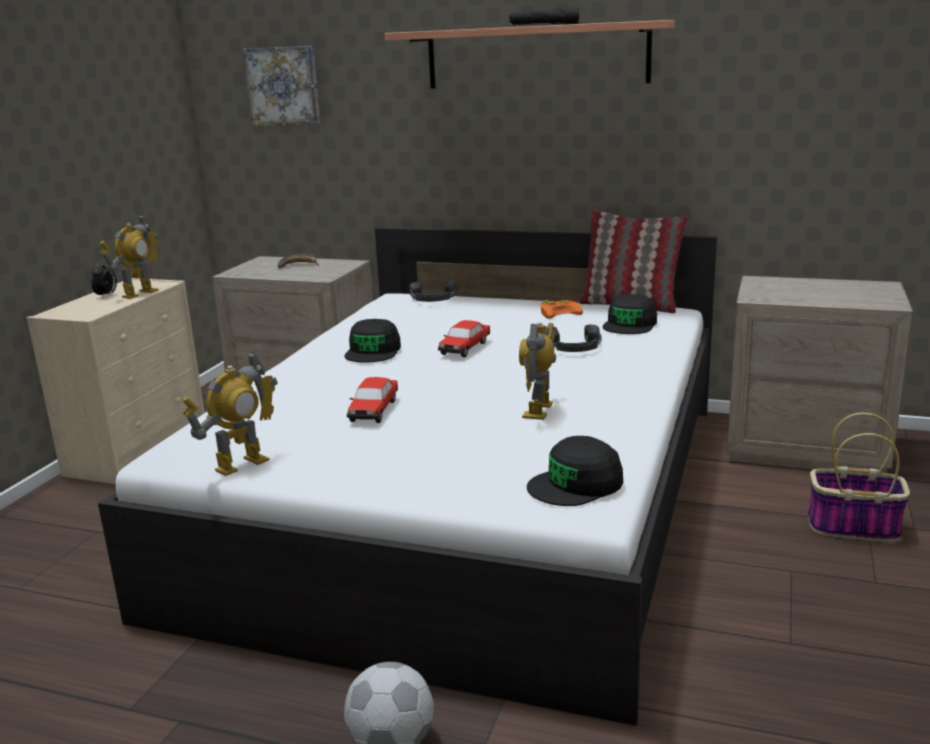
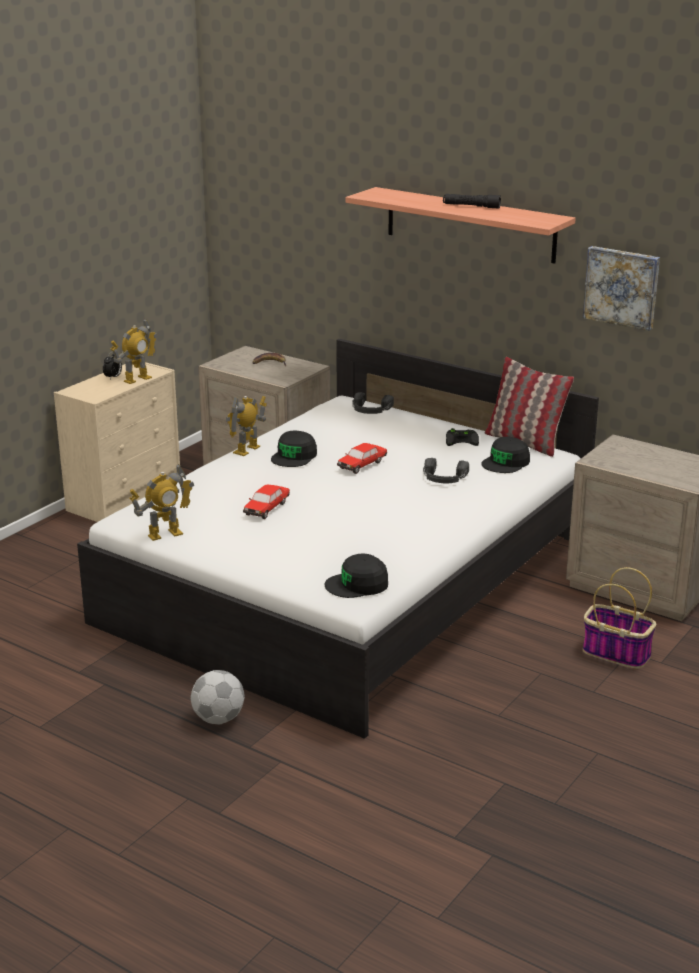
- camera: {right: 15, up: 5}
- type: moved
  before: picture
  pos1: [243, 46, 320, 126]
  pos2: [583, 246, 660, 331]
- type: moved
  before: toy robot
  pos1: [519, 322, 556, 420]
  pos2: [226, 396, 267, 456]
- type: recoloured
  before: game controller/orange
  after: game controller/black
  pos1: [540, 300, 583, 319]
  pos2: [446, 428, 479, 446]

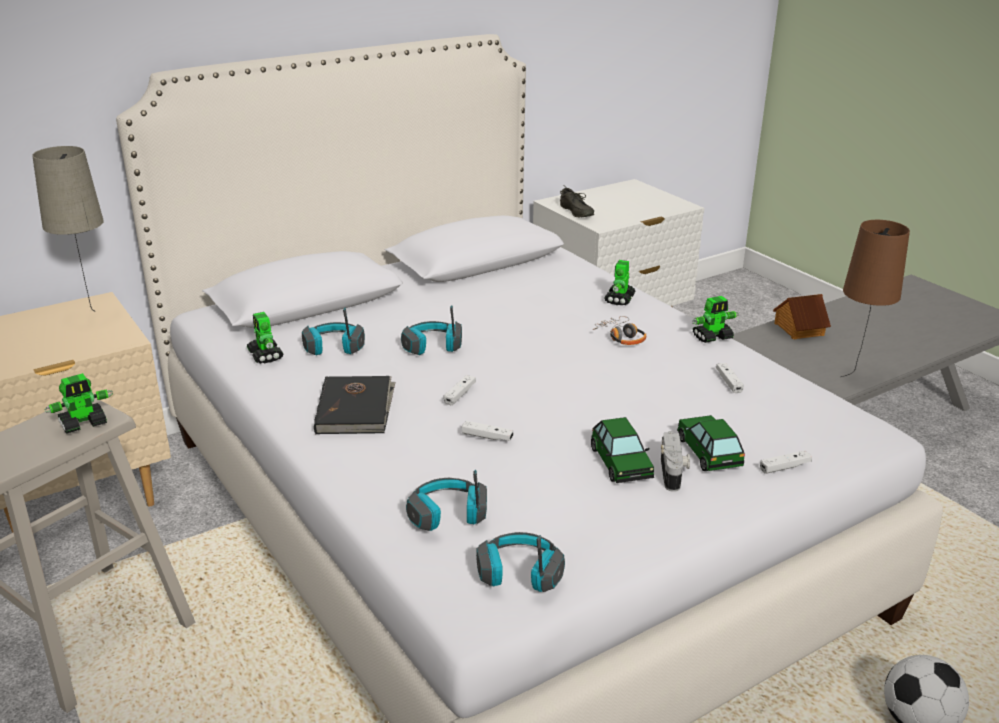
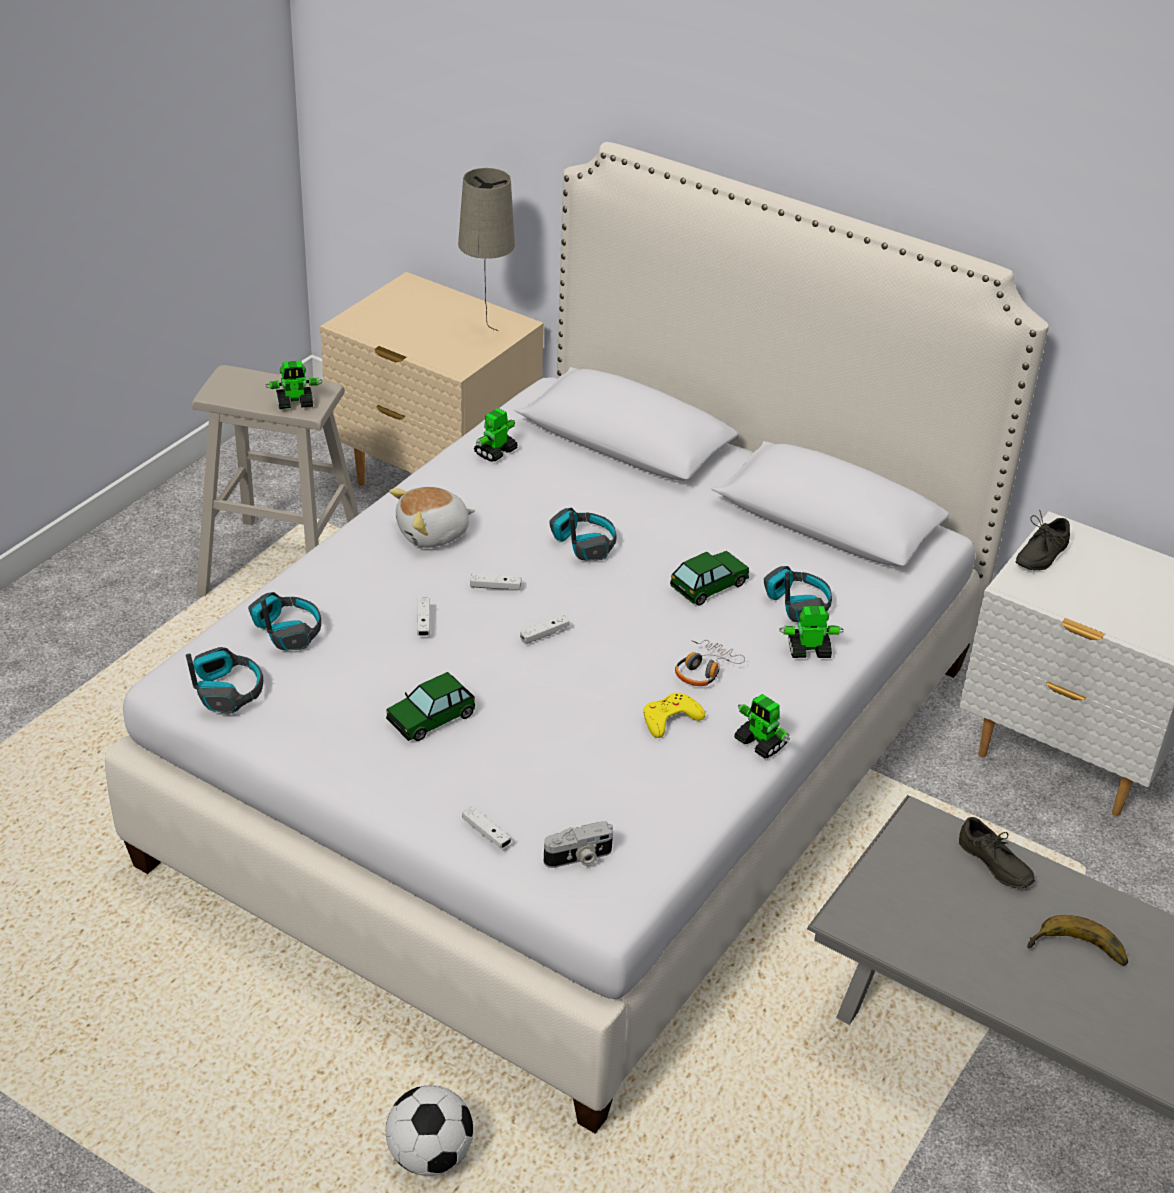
- camera: {right: 65, up: 10}
- type: removed
  before: table lamp/brown
  pos1: [841, 220, 910, 377]
- type: added
  after: game controller/yellow
  pos2: [643, 693, 705, 738]
- type: added
  after: banana
  pos2: [1027, 915, 1128, 966]
- type: moved
  before: headphones
  pos1: [302, 308, 365, 355]
  pos2: [764, 566, 832, 623]
- type: moved
  before: photo camera
  pos1: [661, 431, 690, 492]
  pos2: [544, 821, 613, 868]
- type: moved
  before: toy car
  pos1: [677, 415, 745, 471]
  pos2: [670, 551, 749, 606]
- type: moved
  before: game controller/white
  pos1: [716, 363, 744, 393]
  pos2: [520, 615, 570, 644]
- type: replaced
  before: book/black
  after: plush toy
  pos1: [314, 376, 395, 434]
  pos2: [390, 487, 475, 548]
- type: replaced
  before: toy house
  after: shoe/grey
  pos1: [773, 294, 831, 339]
  pos2: [959, 817, 1035, 889]
- type: turned
  before: toy robot
  pos1: [45, 373, 113, 434]
  pos2: [265, 361, 323, 409]
  turn: -45

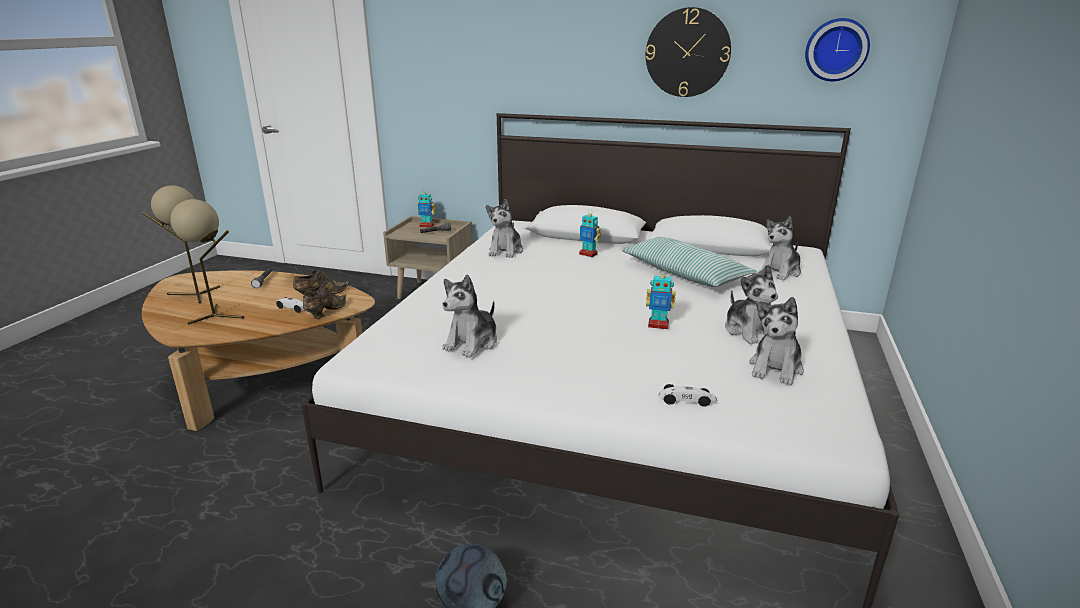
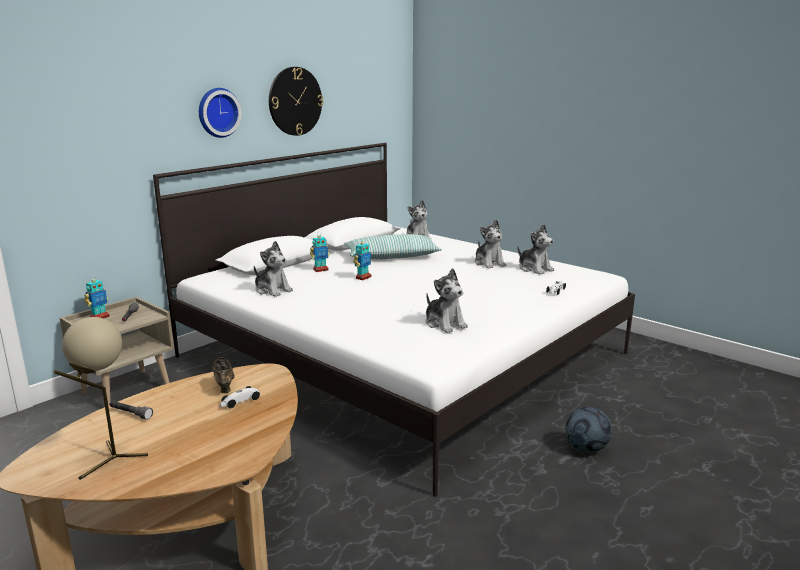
- camera: {right: -65, up: -5}
- type: removed
  before: table lamp/beige
  pos1: [170, 199, 244, 325]
- type: removed
  before: shoe/brown
  pos1: [303, 285, 346, 319]
- type: moved
  before: toy robot
  pos1: [646, 273, 676, 329]
  pos2: [353, 242, 371, 280]
- type: moved
  before: wall clock
  pos1: [805, 18, 870, 81]
  pos2: [199, 88, 241, 138]
- type: turned
  before: plush toy
  pos1: [725, 265, 778, 344]
  pos2: [475, 220, 506, 268]
  turn: 60

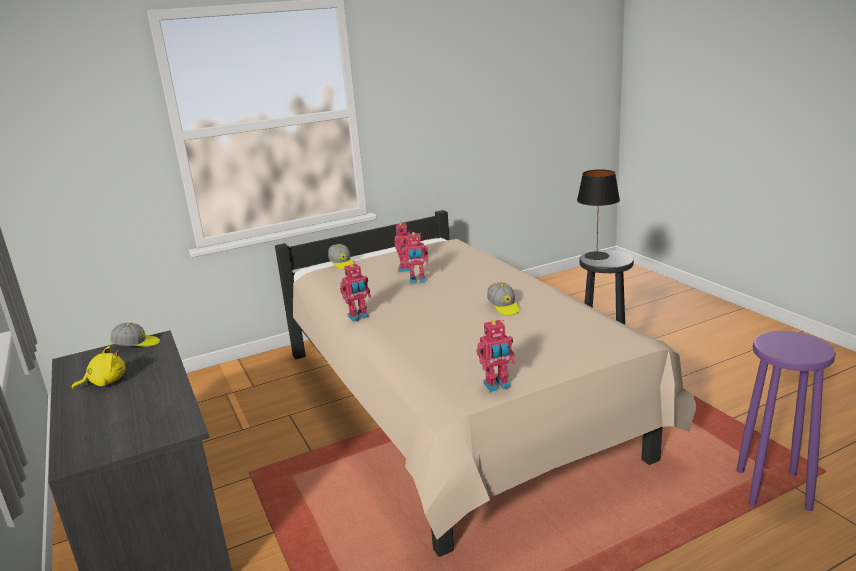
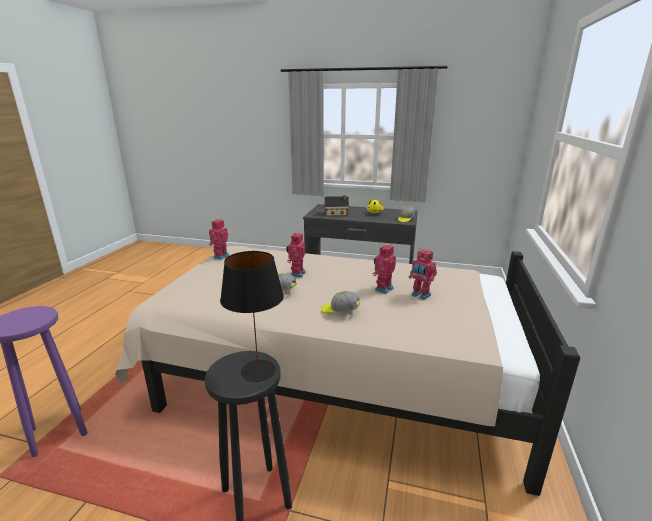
- camera: {right: 130, up: 0}
- type: added
  after: toy house
  pos2: [324, 195, 349, 216]
- type: moved
  before: cap
  pos1: [328, 244, 353, 270]
  pos2: [321, 291, 360, 313]
- type: moved
  before: toy robot
  pos1: [340, 263, 371, 321]
  pos2: [286, 231, 306, 277]

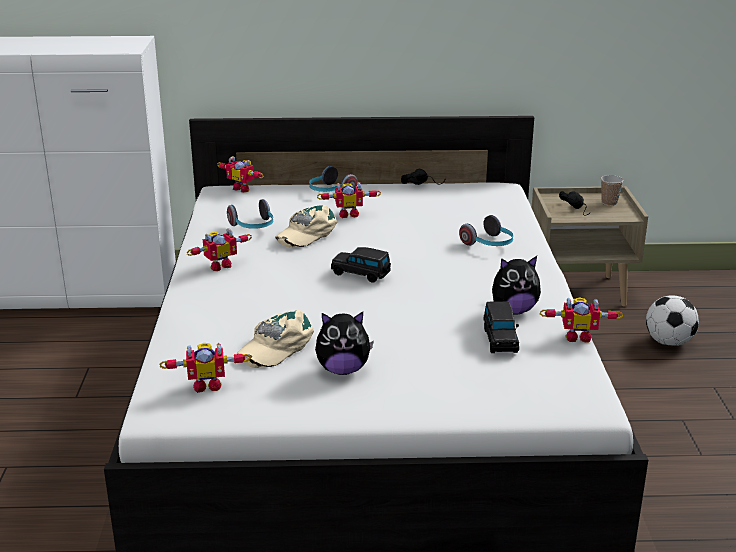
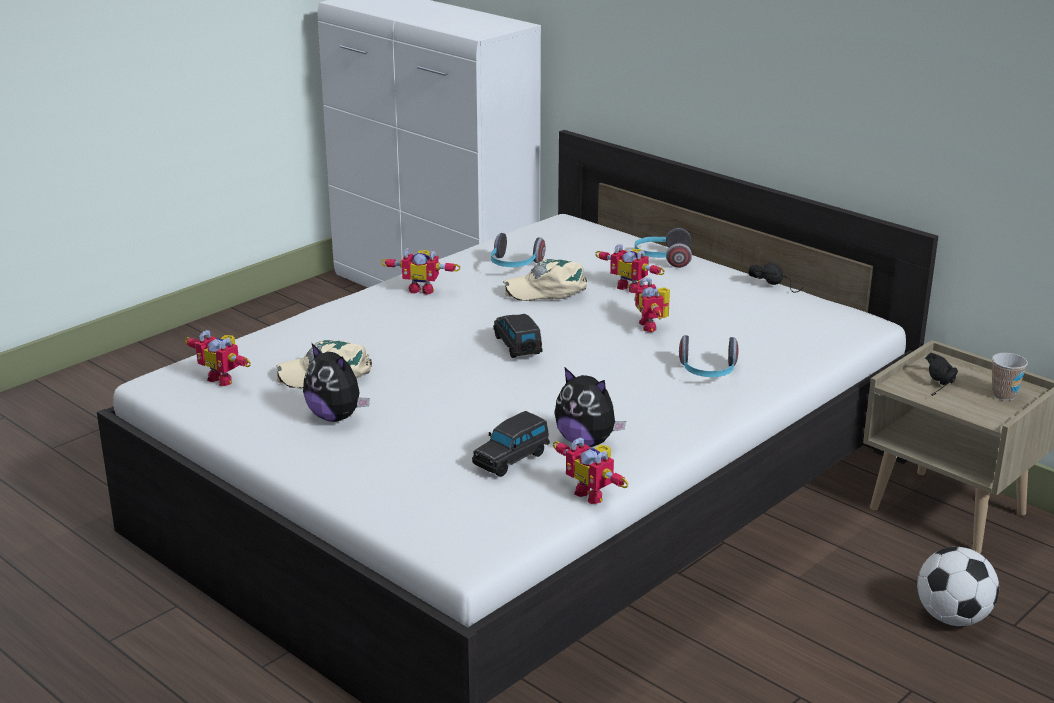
- camera: {right: 45, up: 0}
- type: moved
  before: toy robot
  pos1: [217, 156, 263, 193]
  pos2: [635, 277, 670, 332]

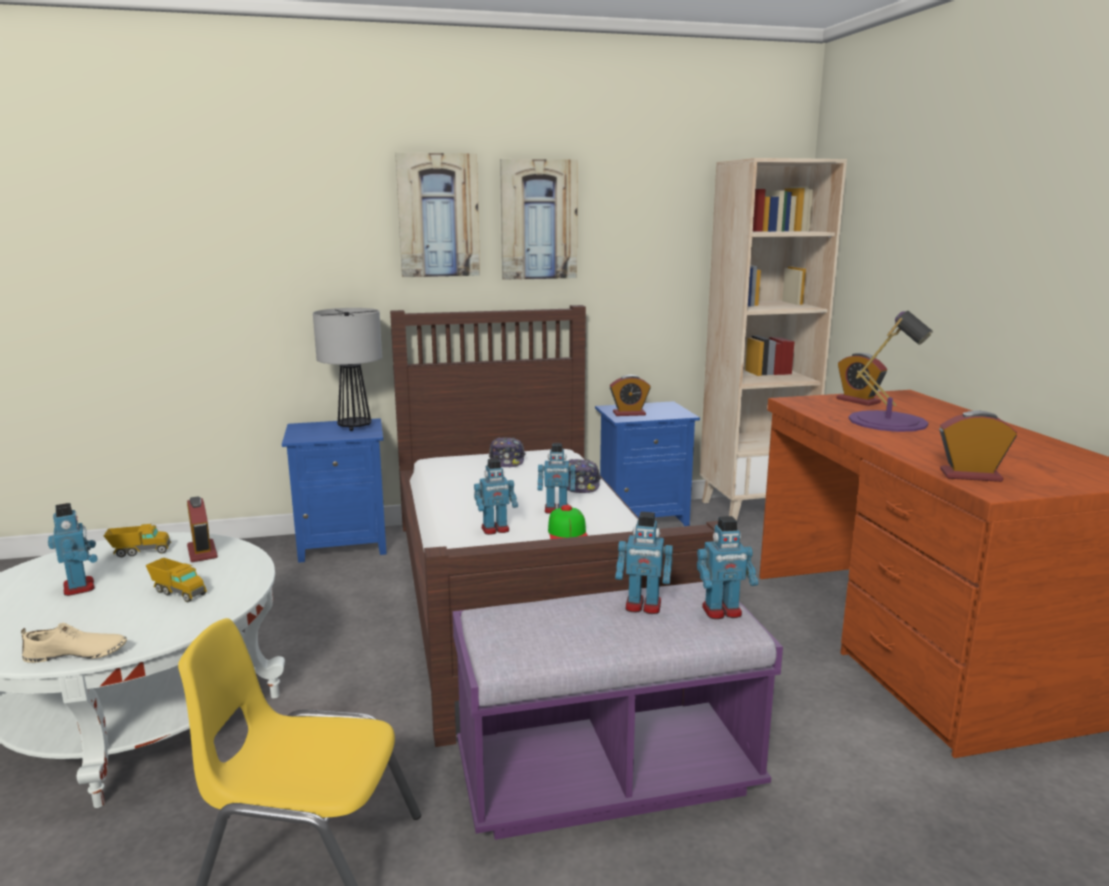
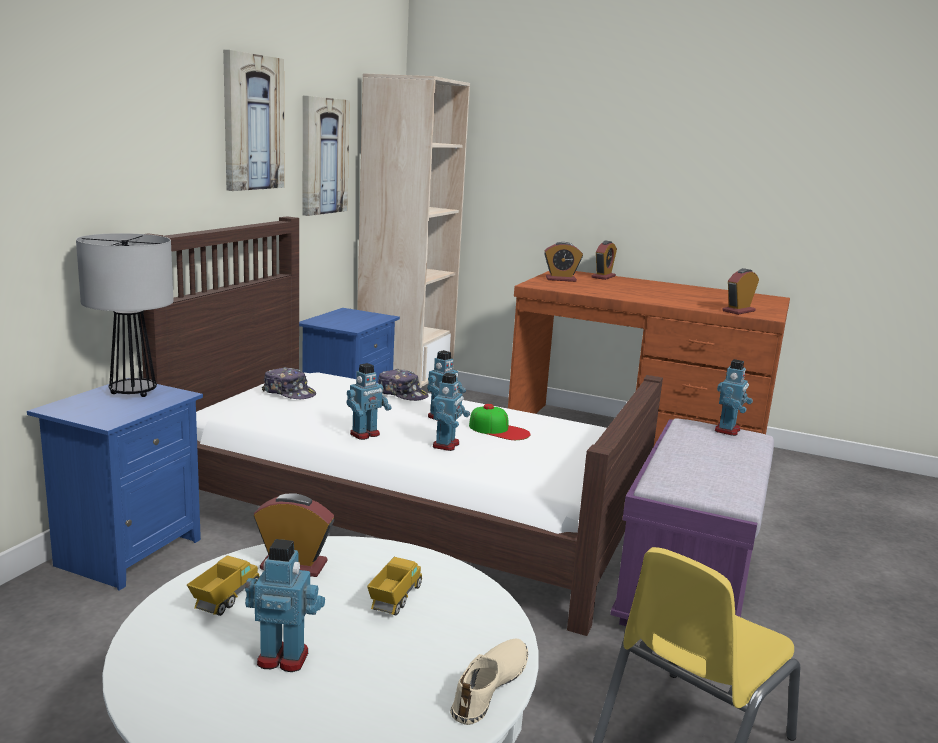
- camera: {right: -55, up: 0}
- type: removed
  before: table lamp/purple
  pos1: [848, 311, 933, 432]
- type: moved
  before: picture
  pos1: [395, 153, 480, 277]
  pos2: [302, 96, 350, 216]
- type: moved
  before: alarm clock
  pos1: [610, 375, 650, 416]
  pos2: [592, 241, 617, 280]
- type: moved
  before: toy robot
  pos1: [615, 512, 673, 614]
  pos2: [346, 363, 392, 440]
- type: turned
  before: toy truck
  pos1: [146, 558, 207, 602]
  pos2: [367, 557, 422, 616]
  turn: -45

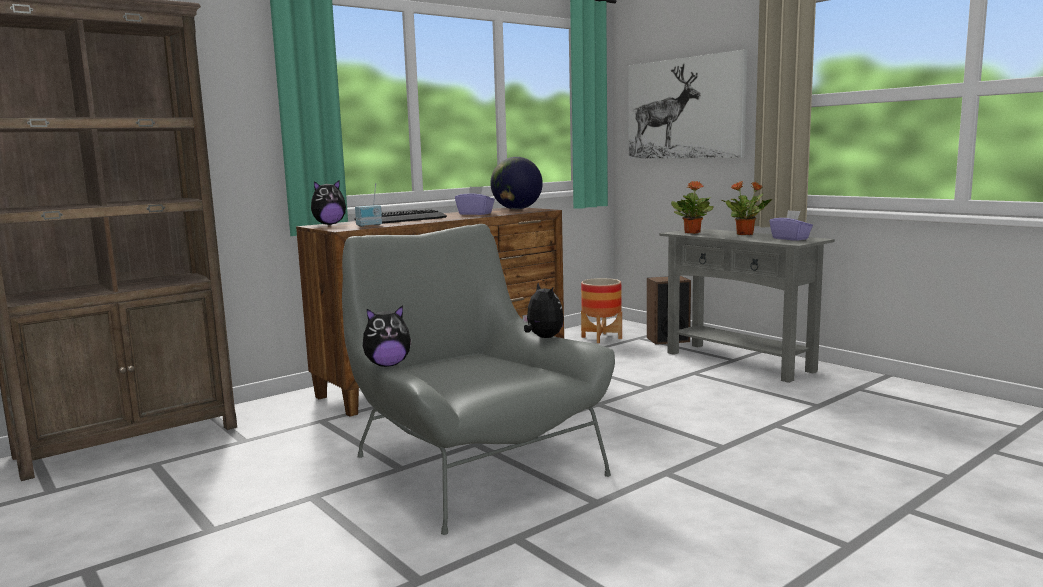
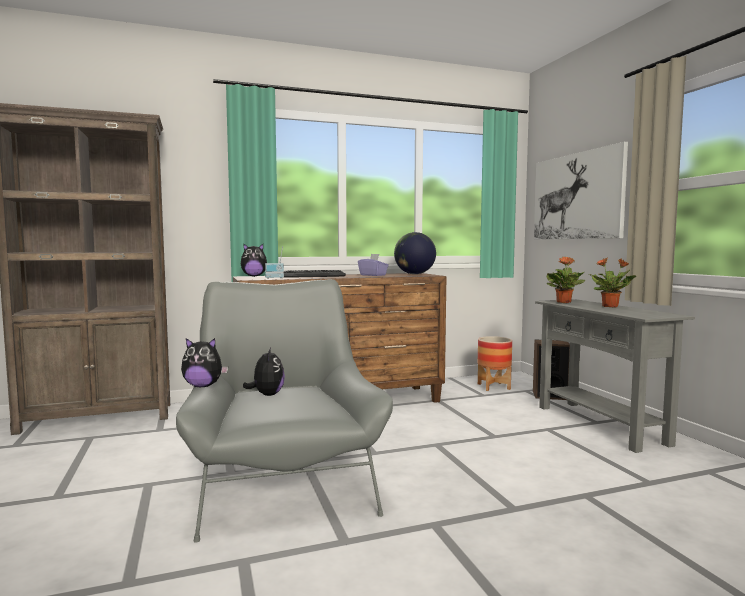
- camera: {right: 20, up: -5}
- type: removed
  before: tissue box/purple
  pos1: [769, 210, 813, 241]
- type: moved
  before: plush toy
  pos1: [523, 283, 564, 338]
  pos2: [243, 347, 285, 396]

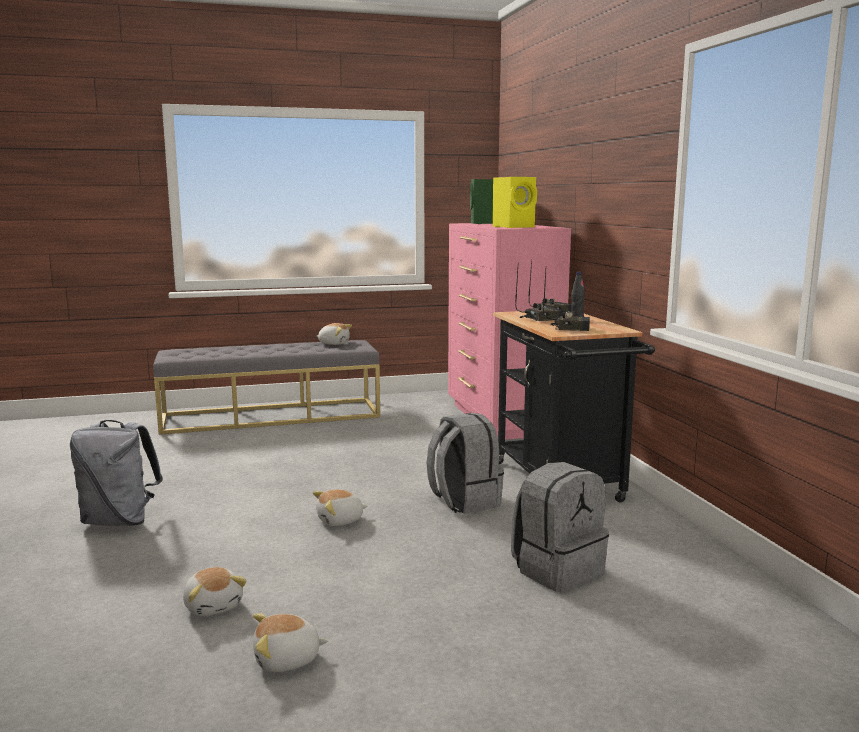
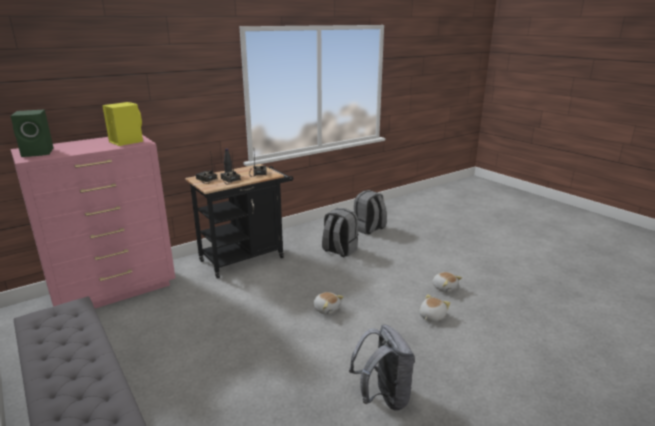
- camera: {right: -110, up: 10}
- type: removed
  before: plush toy
  pos1: [316, 323, 352, 345]
- type: moved
  before: backpack/grey
  pos1: [426, 413, 504, 514]
  pos2: [354, 190, 387, 235]

